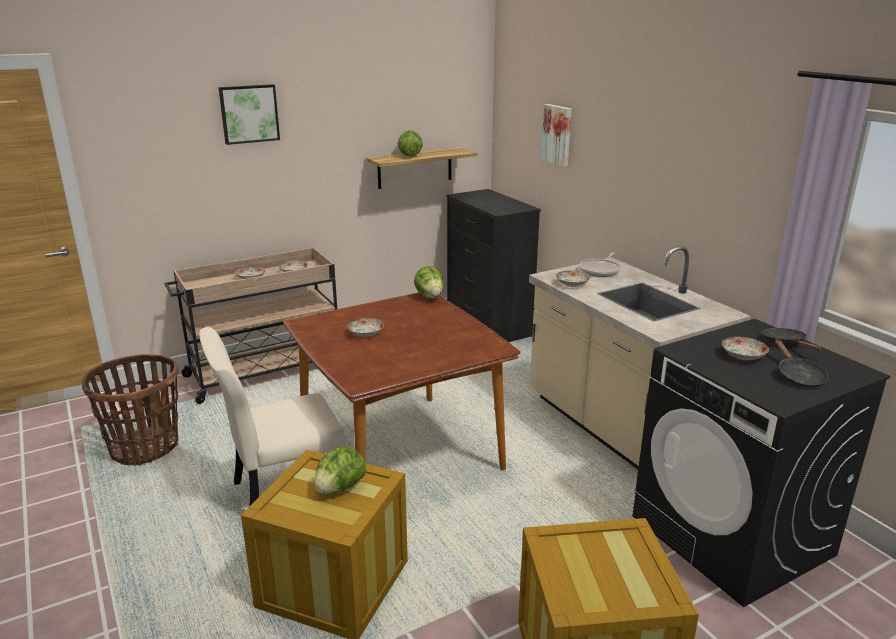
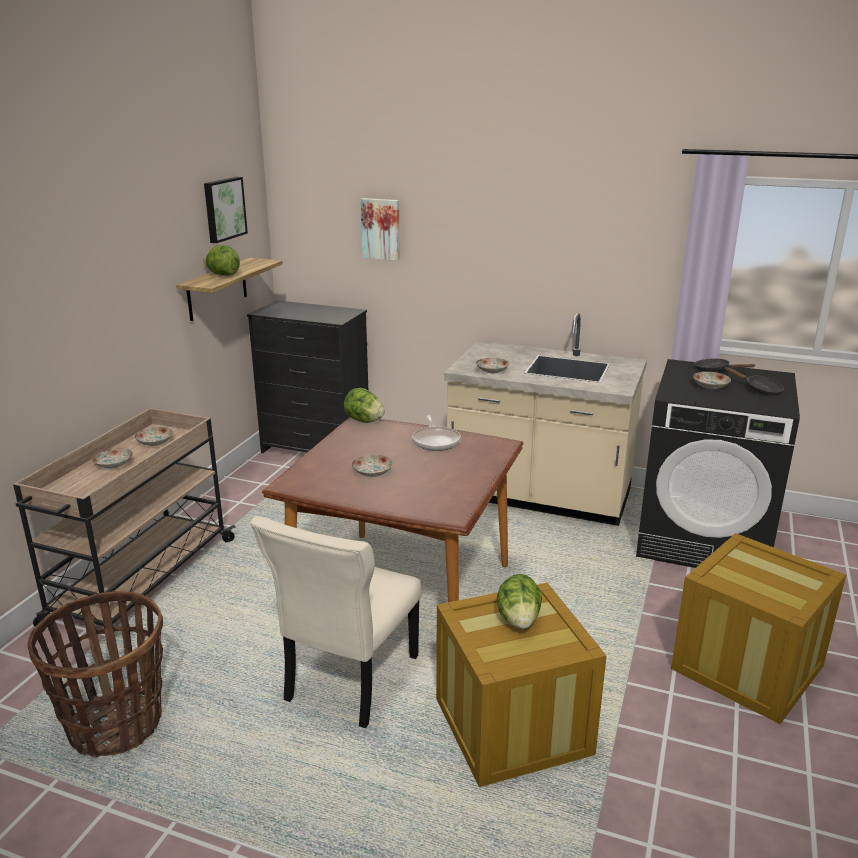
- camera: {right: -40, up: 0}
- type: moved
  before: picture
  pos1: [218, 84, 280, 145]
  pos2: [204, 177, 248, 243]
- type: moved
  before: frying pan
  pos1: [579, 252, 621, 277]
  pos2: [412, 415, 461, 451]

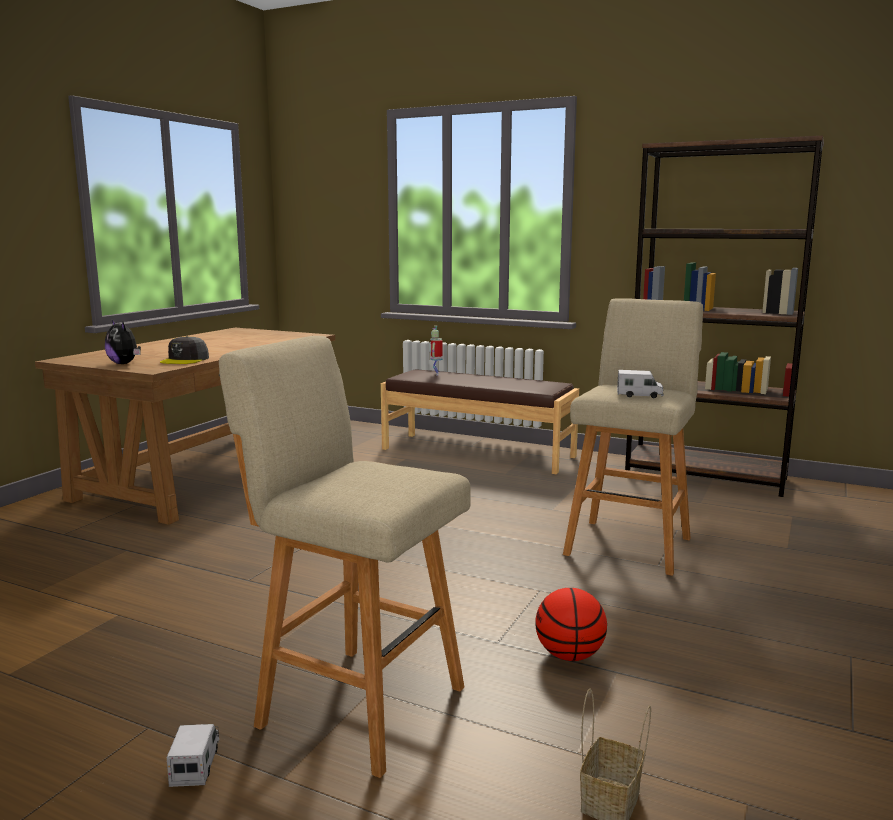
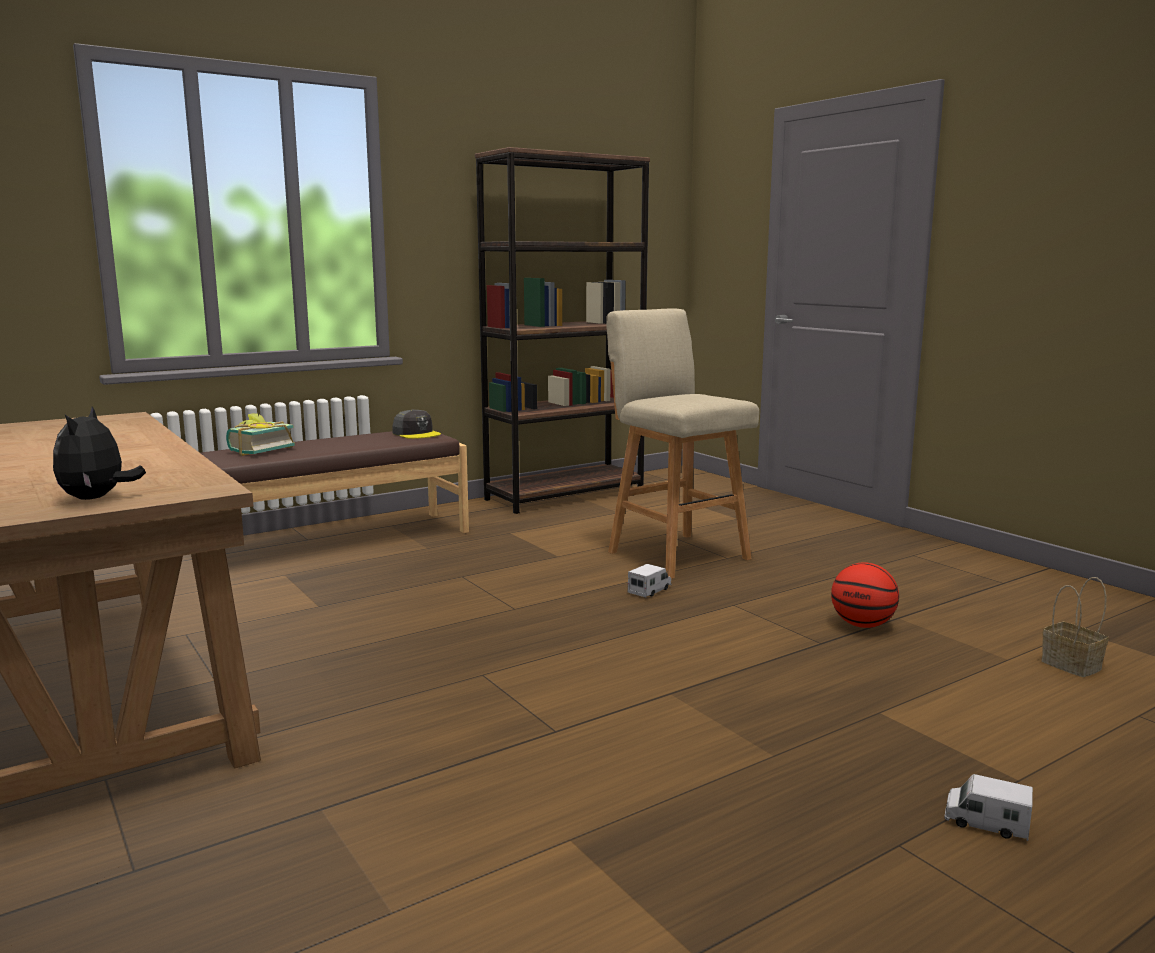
- camera: {right: -60, up: 0}
- type: removed
  before: stool/beige
  pos1: [219, 336, 471, 778]
- type: moved
  before: cap/grey
  pos1: [160, 336, 209, 364]
  pos2: [393, 410, 441, 439]
- type: moved
  before: toy truck
  pos1: [617, 370, 664, 398]
  pos2: [628, 564, 671, 598]
- type: replaced
  before: toy robot
  after: book
  pos1: [429, 326, 442, 376]
  pos2: [226, 413, 295, 456]
- type: turned
  before: plush toy
  pos1: [105, 320, 141, 364]
  pos2: [53, 406, 146, 500]
  turn: 105

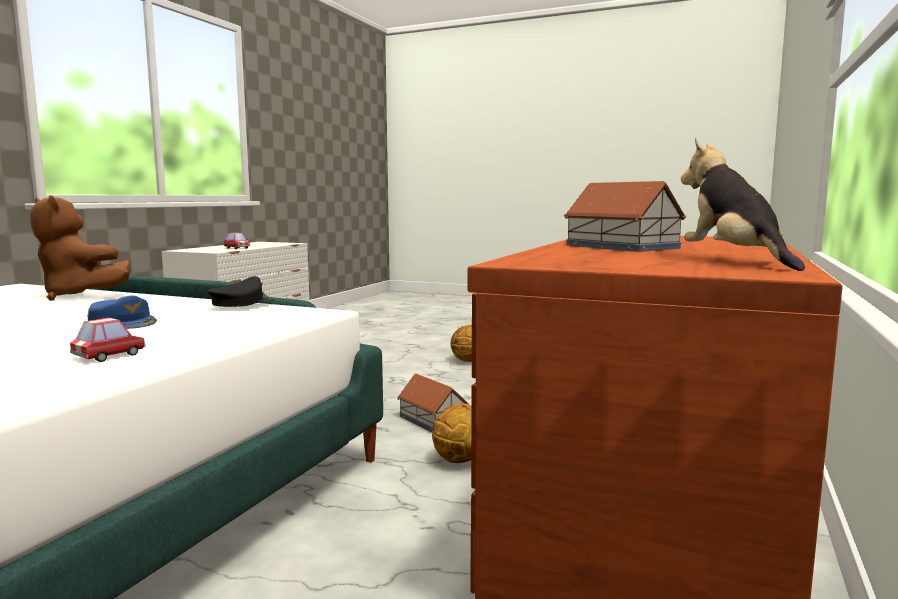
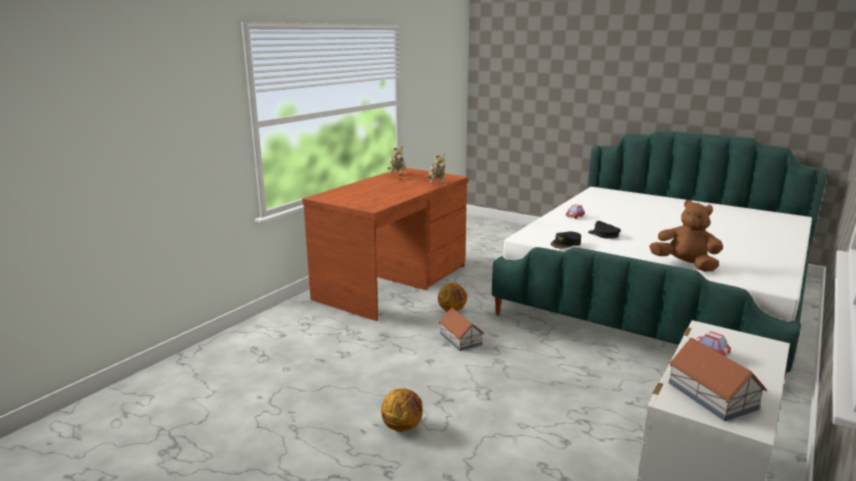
- camera: {right: -170, up: 10}
- type: added
  after: plush toy
  pos2: [425, 153, 446, 184]
- type: moved
  before: toy house
  pos1: [564, 181, 686, 252]
  pos2: [669, 338, 767, 421]
- type: recoloured
  before: cap/blue
  after: cap/black
  pos1: [87, 295, 157, 329]
  pos2: [588, 221, 621, 239]

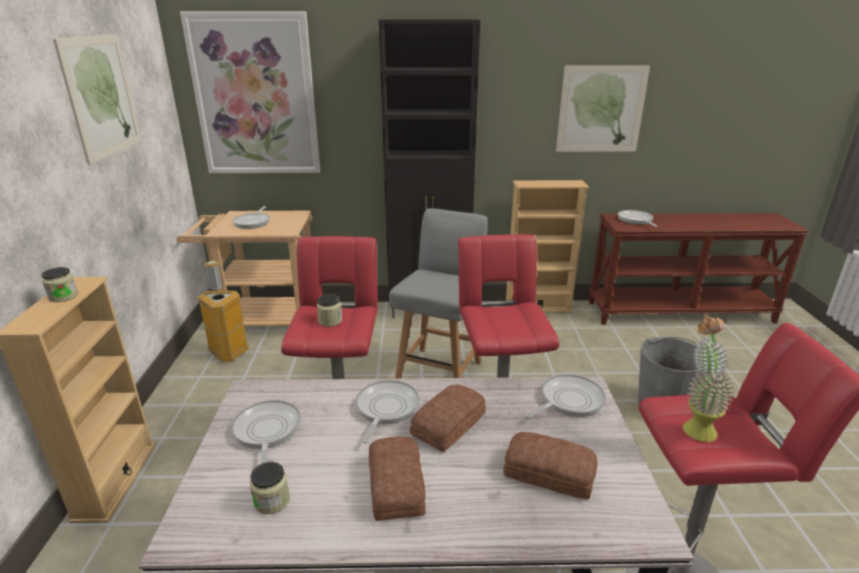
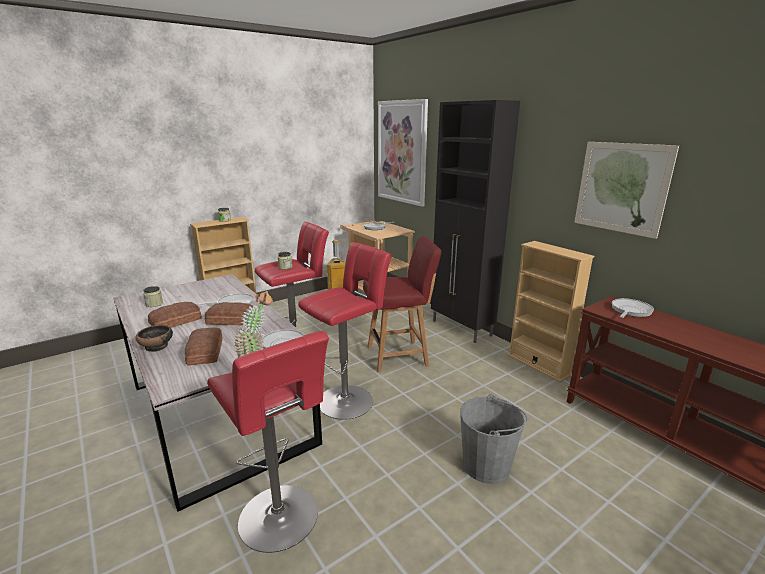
- camera: {right: 55, up: -5}
- type: removed
  before: picture
  pos1: [53, 34, 142, 165]
- type: removed
  before: frying pan
  pos1: [231, 400, 301, 464]
- type: added
  after: bowl
  pos2: [136, 325, 173, 352]
- type: recoloured
  before: chair/grey
  after: chair/red
  pos1: [389, 208, 488, 379]
  pos2: [363, 236, 442, 372]

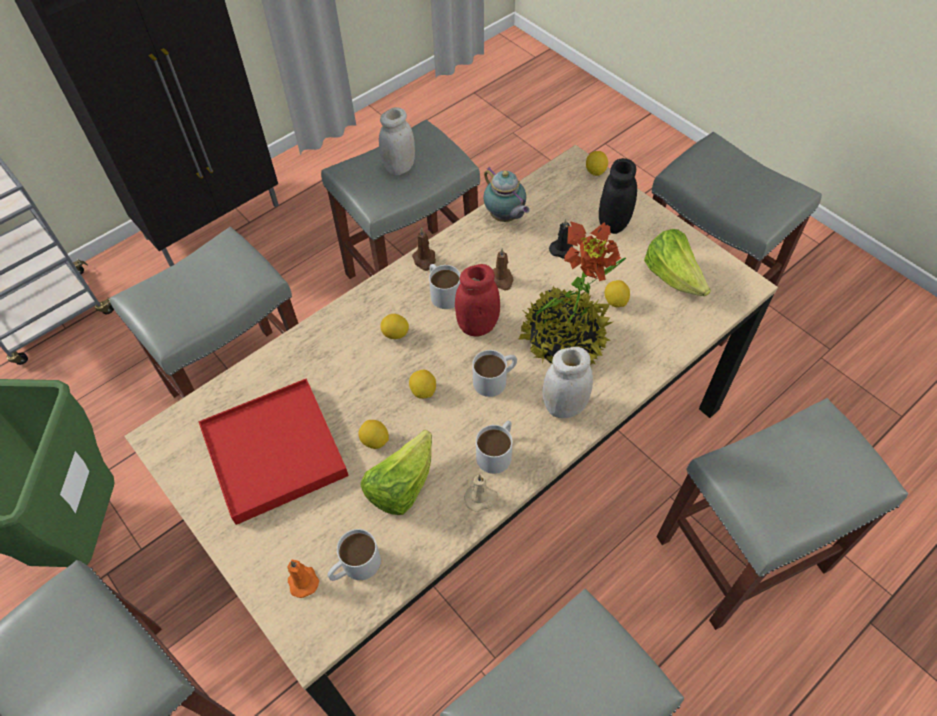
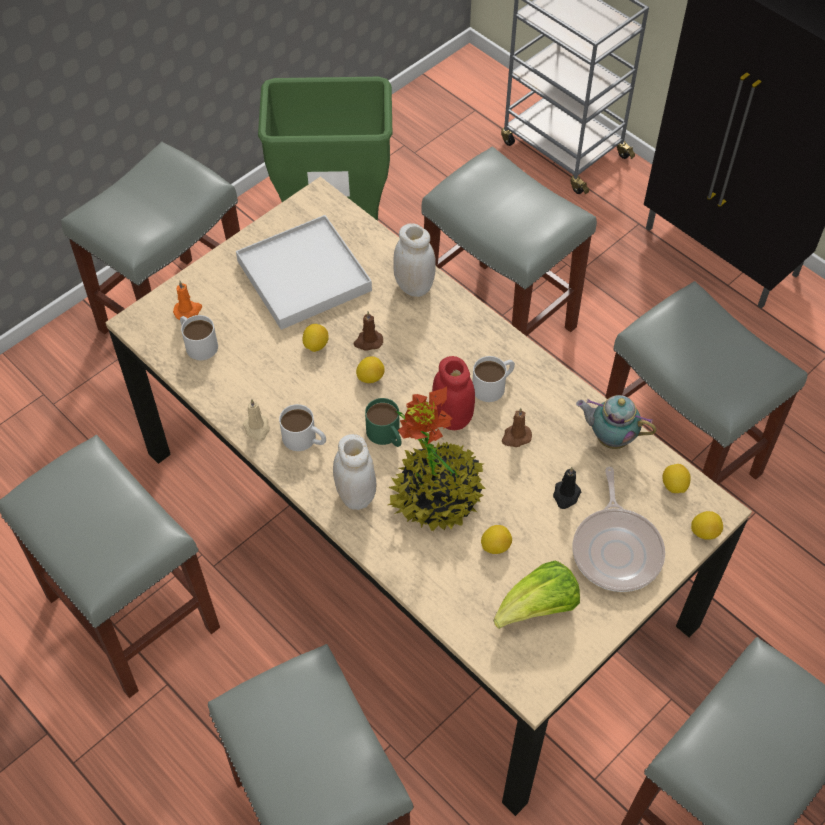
- camera: {right: 85, up: 0}
- type: removed
  before: lettuce
  pos1: [361, 430, 432, 515]
- type: moved
  before: jar/white
  pos1: [379, 107, 415, 175]
  pos2: [393, 223, 436, 297]
- type: moved
  before: lemon
  pos1: [380, 314, 409, 339]
  pos2: [662, 464, 691, 493]
- type: moved
  before: candle/brown
  pos1: [412, 228, 436, 271]
  pos2: [353, 311, 383, 350]
- type: replaced
  before: jar/black
  after: frying pan
  pos1: [599, 158, 637, 234]
  pos2: [573, 467, 665, 592]
- type: recoloured
  before: tray/red
  after: tray/white
  pos1: [199, 379, 349, 525]
  pos2: [236, 215, 372, 330]
- type: recoloured
  before: mug/white
  after: mug/green
  pos1: [472, 350, 517, 397]
  pos2: [365, 398, 401, 447]
- type: turned
  before: teapot
  pos1: [483, 167, 530, 222]
  pos2: [576, 395, 657, 449]
  turn: 60

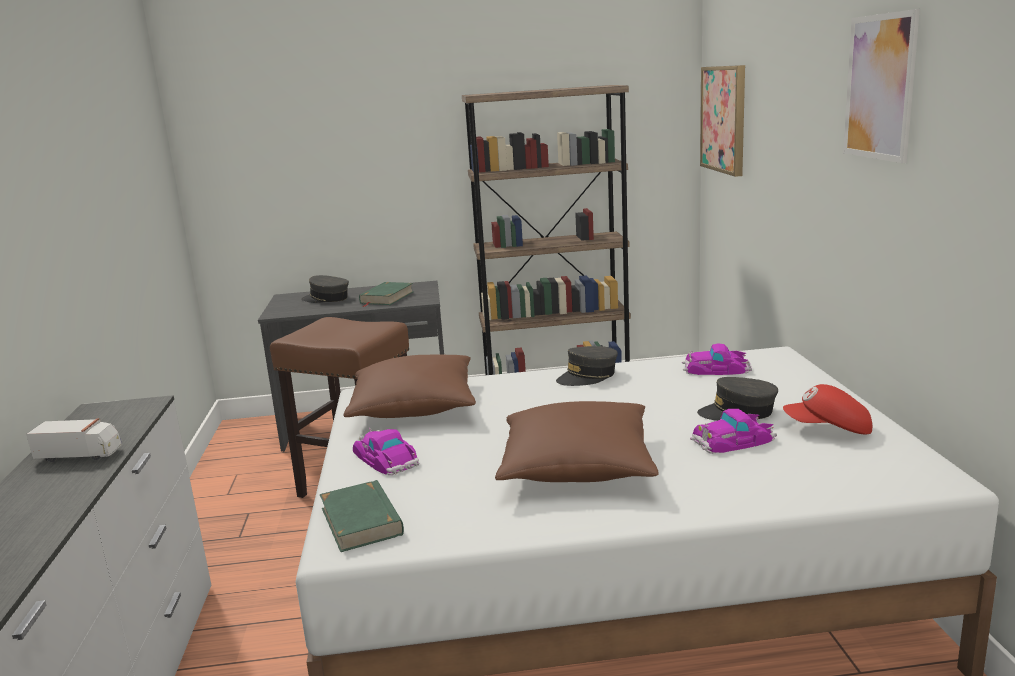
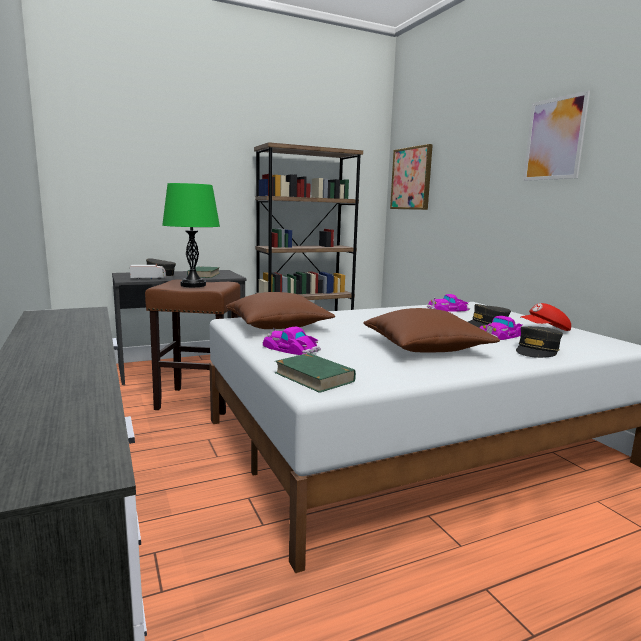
- camera: {right: -20, up: -5}
- type: added
  after: table lamp/green
  pos2: [163, 183, 220, 287]
- type: moved
  before: toy truck
  pos1: [26, 418, 122, 462]
  pos2: [130, 264, 166, 280]
- type: moved
  before: cap/grey
  pos1: [556, 346, 618, 386]
  pos2: [516, 326, 563, 358]

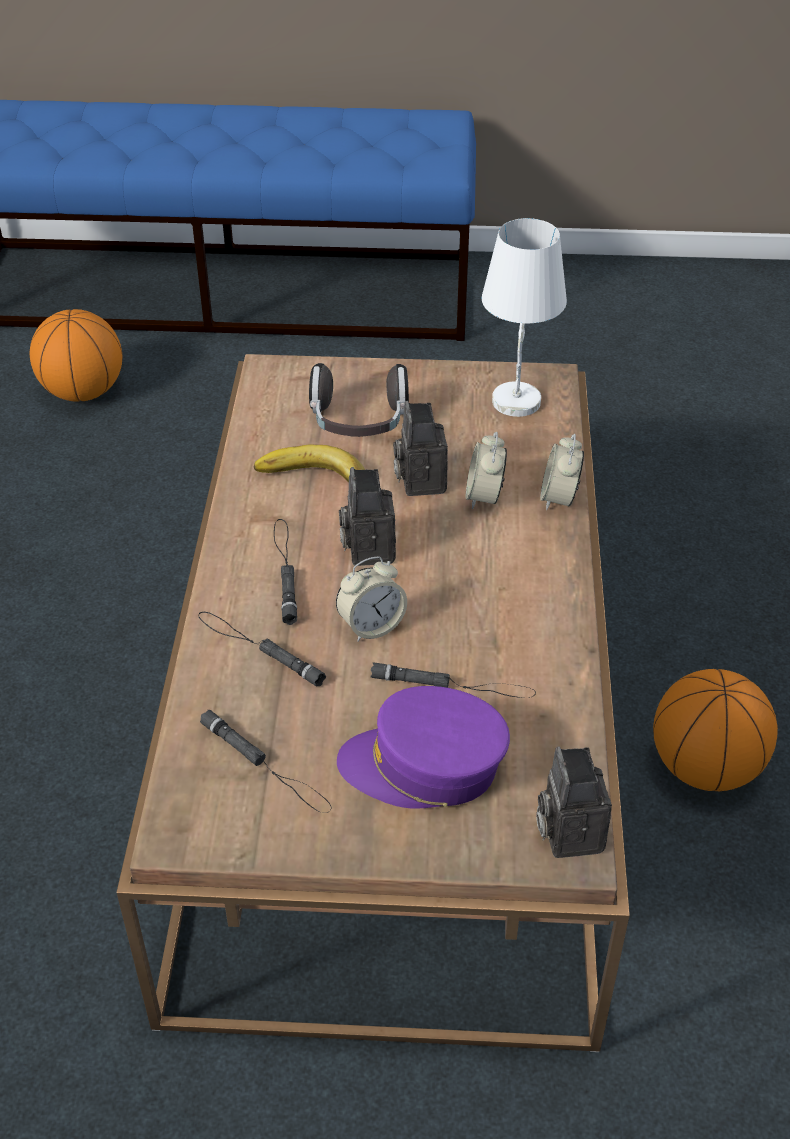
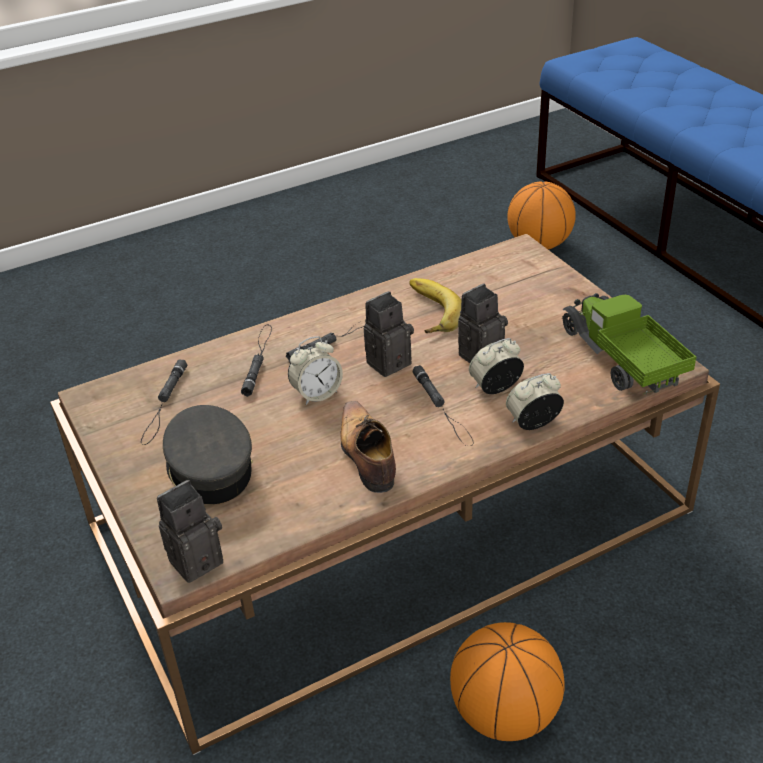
- camera: {right: 60, up: -5}
- type: removed
  before: headphones
  pos1: [309, 363, 409, 437]
- type: added
  after: shoe
  pos2: [340, 401, 396, 493]
- type: moved
  before: flashlight/black
  pos1: [370, 662, 536, 698]
  pos2: [412, 365, 474, 446]
- type: replaced
  before: table lamp/white
  after: toy truck
  pos1: [481, 218, 567, 417]
  pos2: [562, 293, 696, 394]
- type: recoloured
  before: cap/purple
  after: cap/grey
  pos1: [337, 686, 510, 809]
  pos2: [163, 405, 253, 504]
- type: turned
  before: alarm clock
  pos1: [336, 556, 407, 642]
  pos2: [288, 336, 343, 405]
  turn: -60

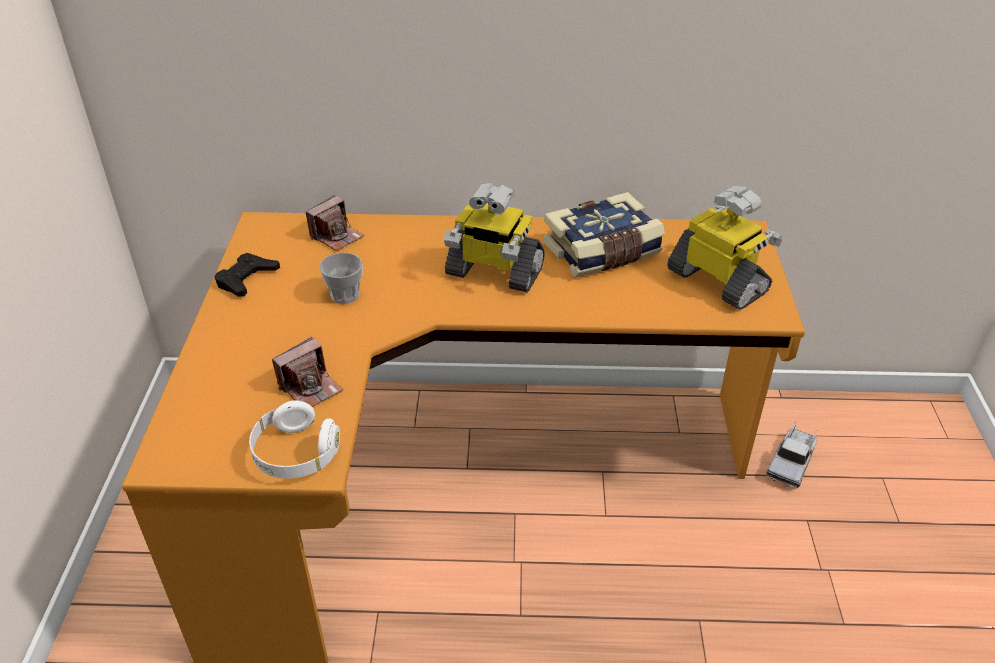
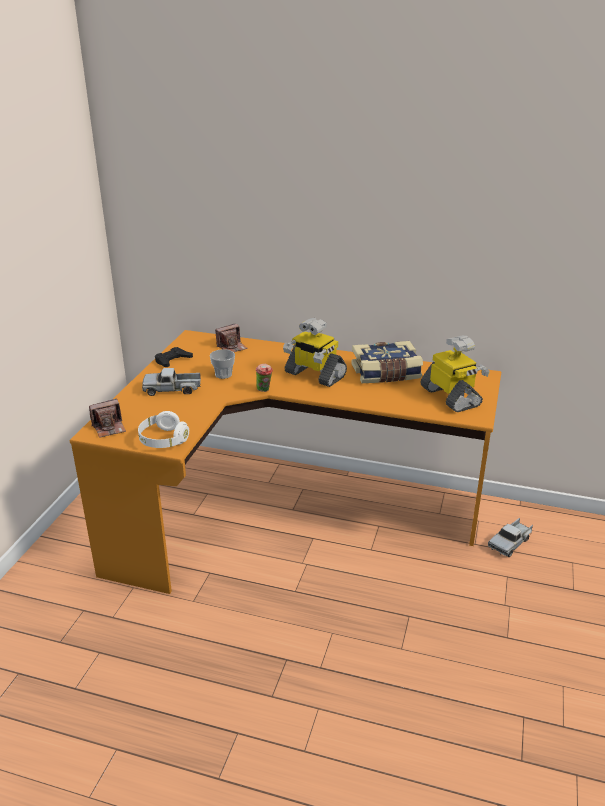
- camera: {right: 15, up: -10}
- type: added
  after: toy truck
  pos2: [142, 368, 201, 396]
- type: added
  after: cup
  pos2: [256, 364, 273, 392]
- type: moved
  before: photo camera
  pos1: [272, 337, 343, 407]
  pos2: [89, 399, 126, 438]

